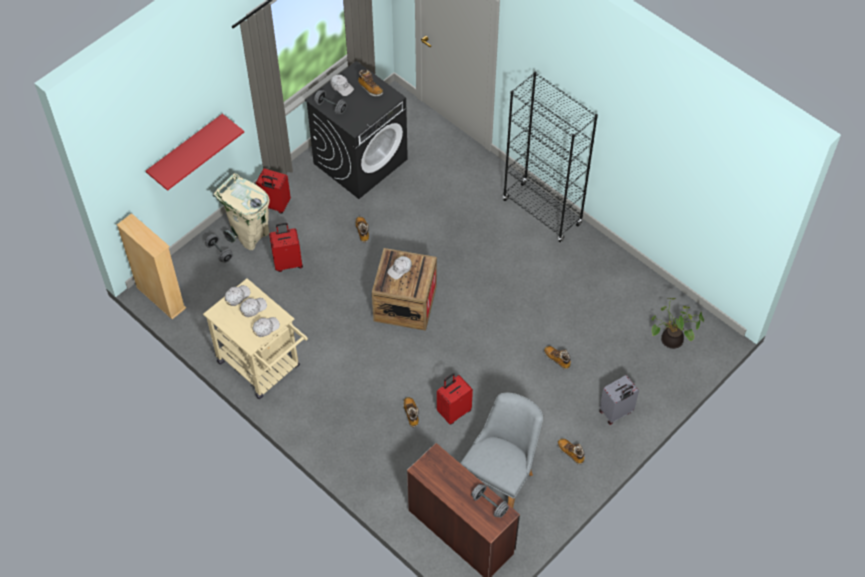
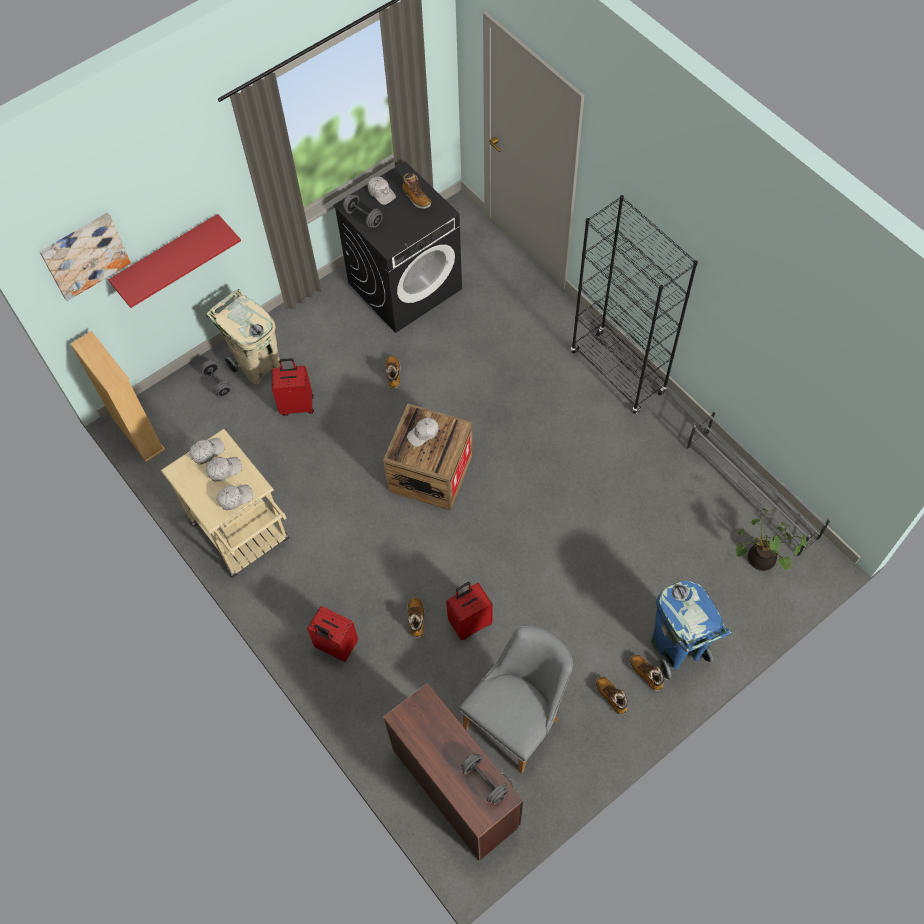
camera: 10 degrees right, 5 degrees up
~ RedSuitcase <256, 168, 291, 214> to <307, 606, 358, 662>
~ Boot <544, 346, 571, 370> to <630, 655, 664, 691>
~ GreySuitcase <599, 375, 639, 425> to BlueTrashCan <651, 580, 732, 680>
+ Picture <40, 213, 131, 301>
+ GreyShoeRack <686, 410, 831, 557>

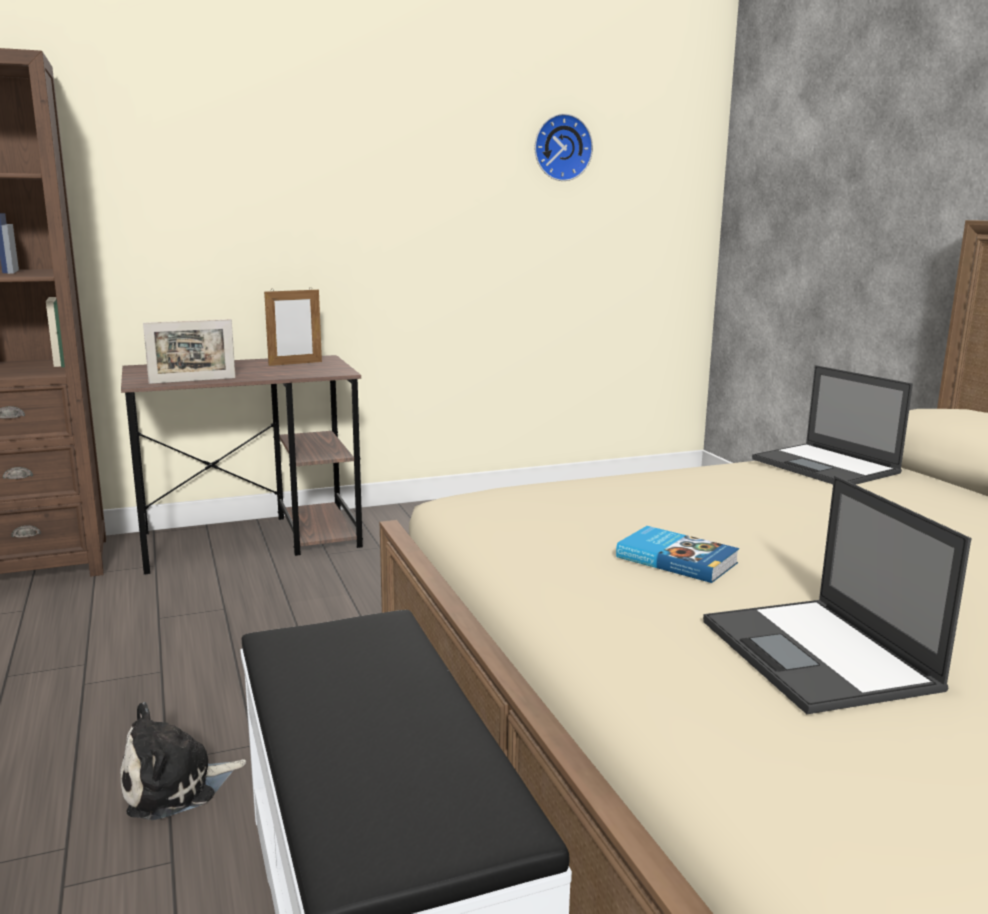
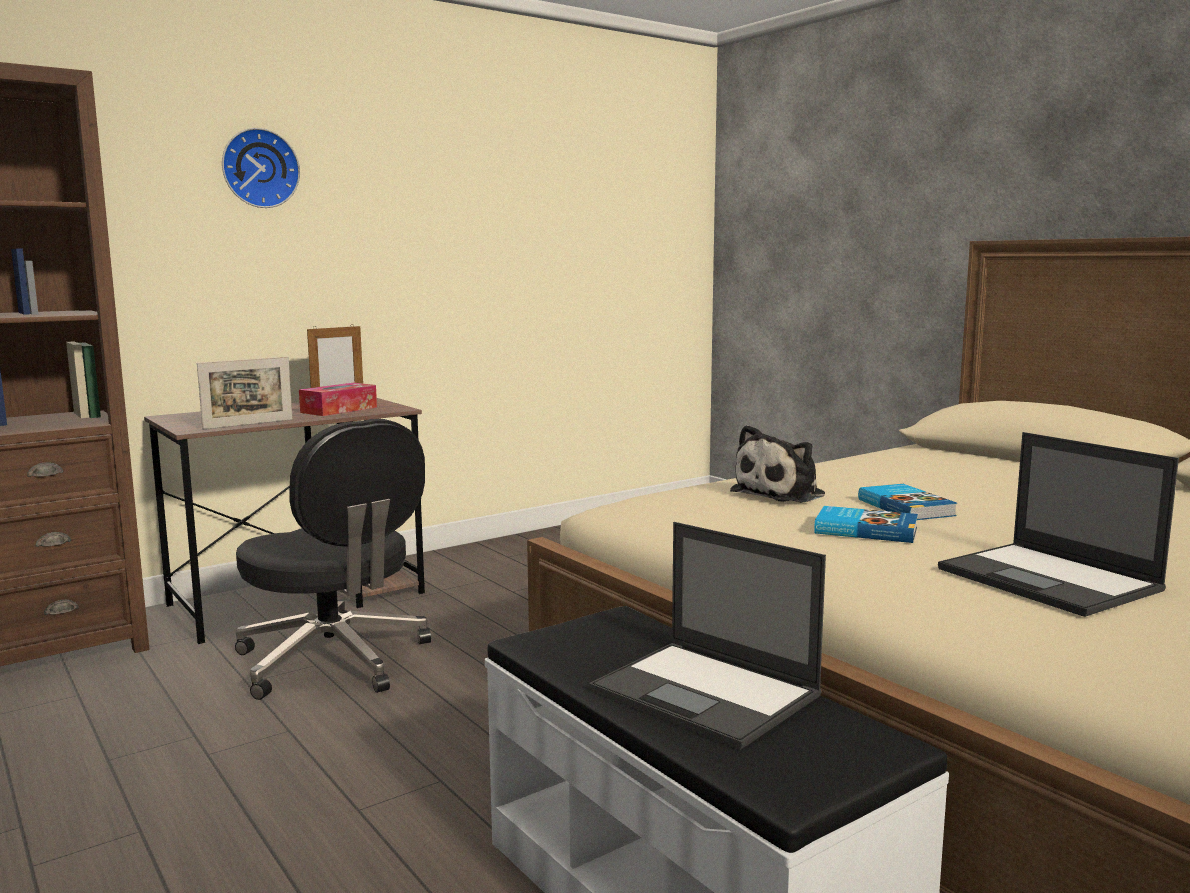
camera: 15 degrees left, 5 degrees down
~ PlushToy <120, 702, 246, 820> to <730, 425, 825, 503>
~ WallClock <535, 113, 593, 181> to <222, 128, 300, 208>
~ Laptop <752, 365, 913, 485> to <589, 522, 826, 750>
+ BlackOfficeChair <235, 419, 431, 700>
+ TissueBox <299, 383, 377, 416>
+ Book <858, 484, 957, 520>

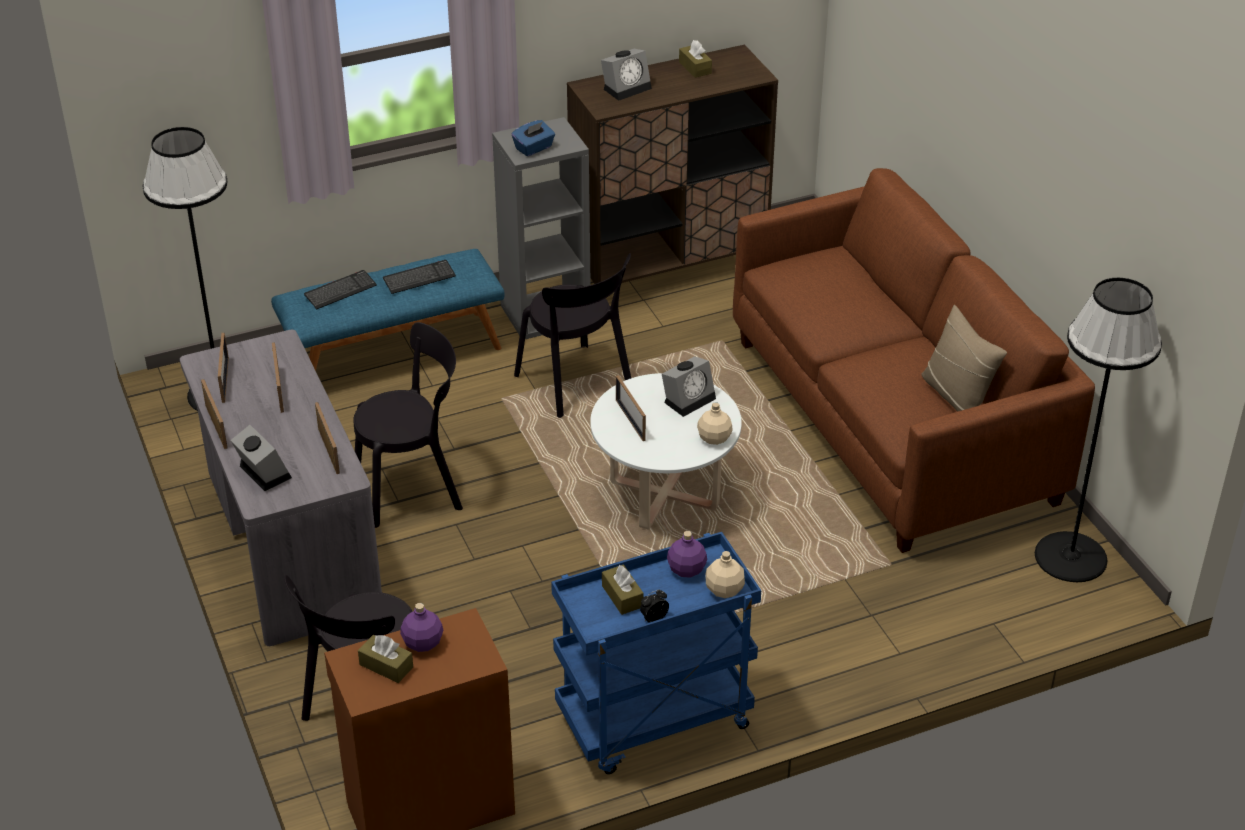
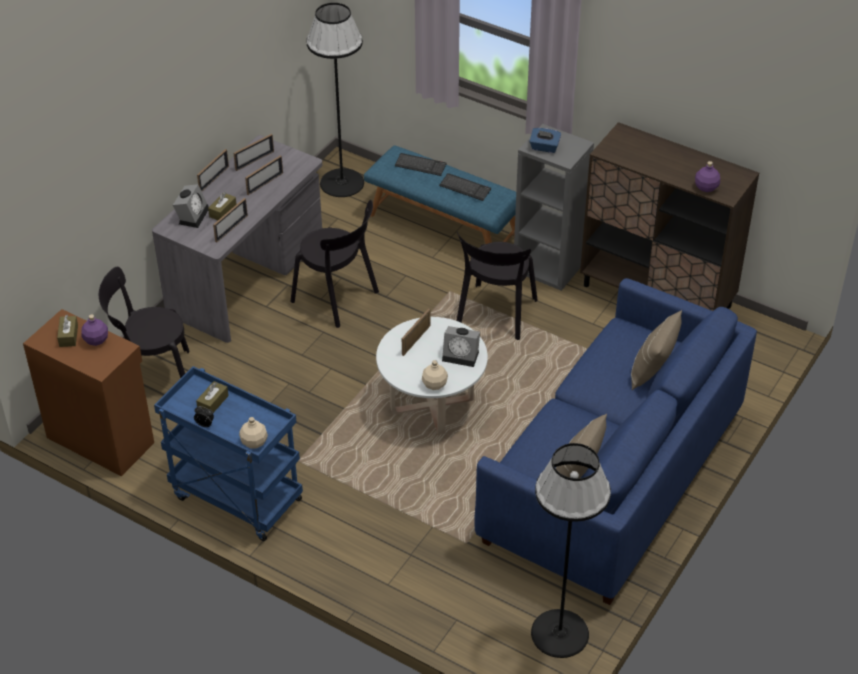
camera: 55 degrees right, 5 degrees up
- AlarmClock <601, 49, 652, 101>
~ PurpleBottle <667, 531, 707, 578> to <695, 161, 720, 192>
~ BrownTissueBox <679, 40, 712, 78> to <208, 192, 237, 220>
~ BrownSofa <733, 168, 1095, 553> to BlueSofa <474, 278, 757, 605>
+ BeigePillow <631, 310, 682, 390>

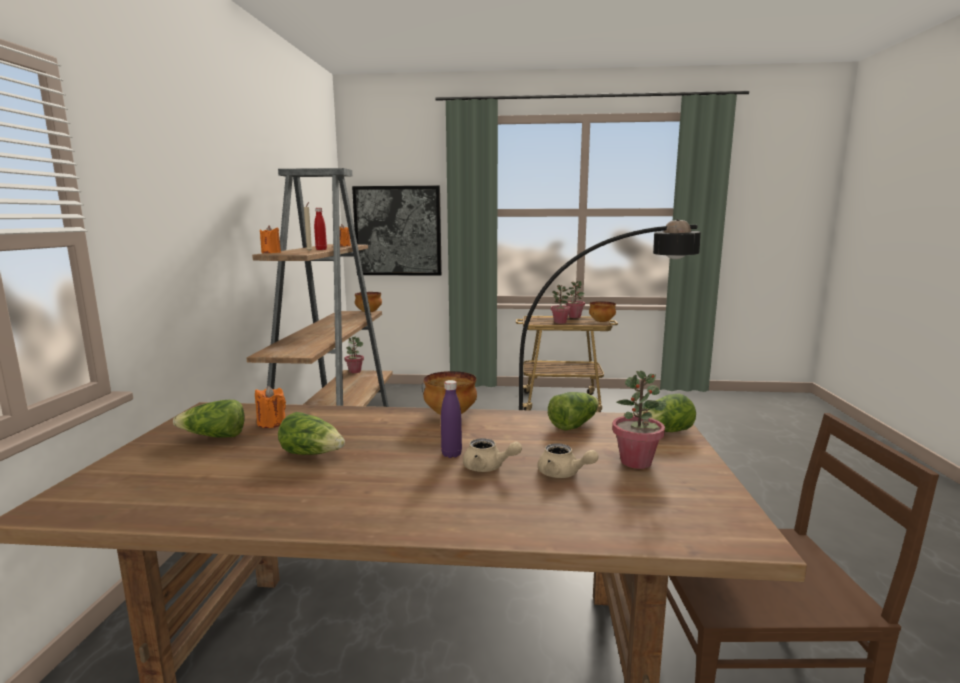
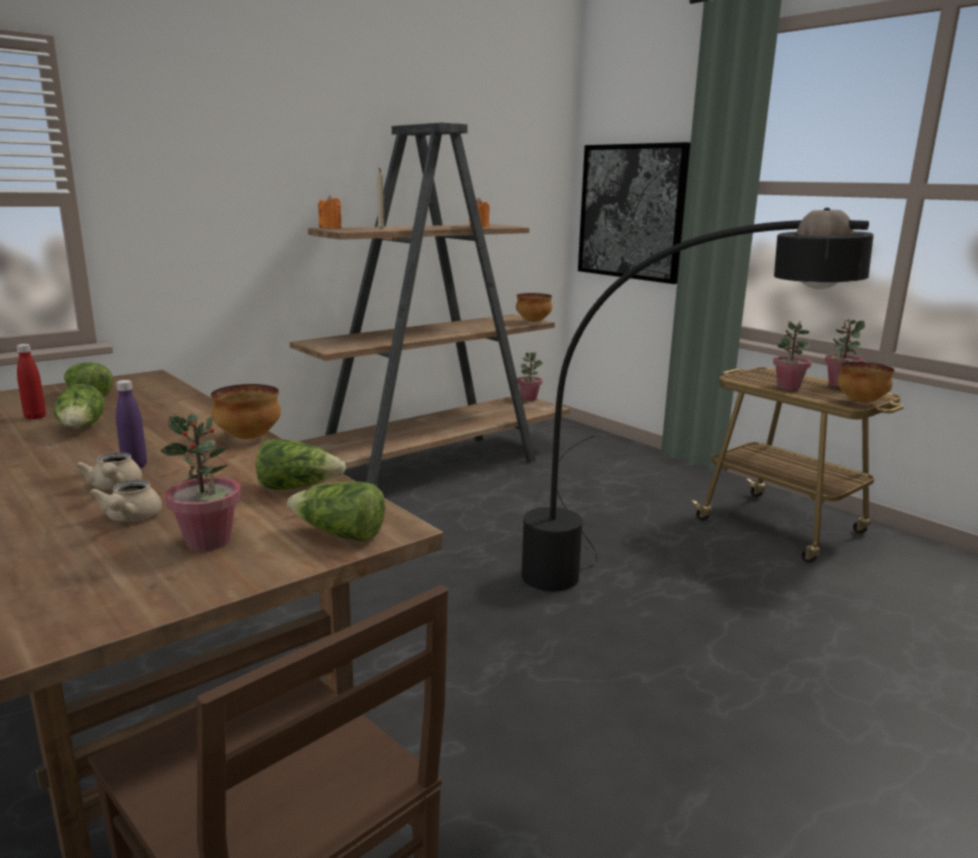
camera: 45 degrees right, 5 degrees up
- OrangeCandle <255, 386, 286, 428>
~ RedBottle <314, 208, 327, 250> to <16, 344, 46, 420>

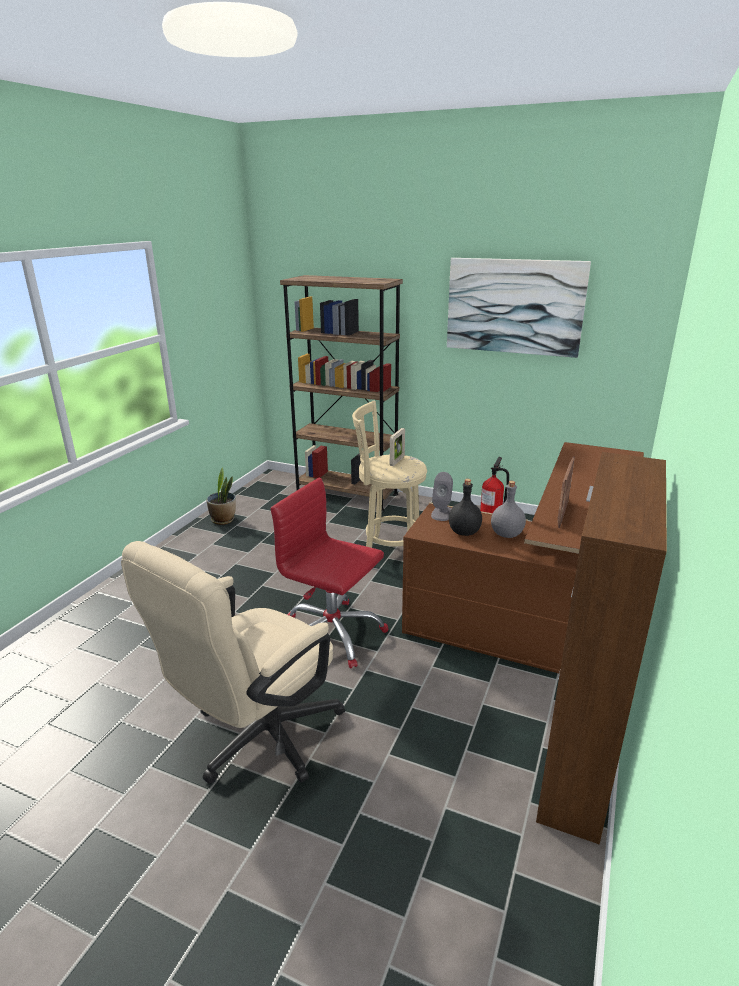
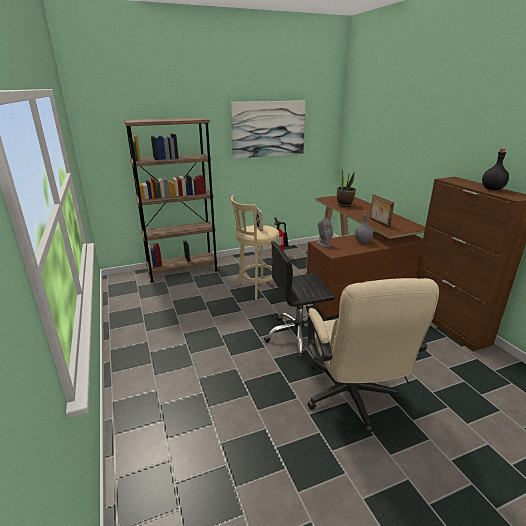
camera: 45 degrees left, 0 degrees up
~ PottedPlant <207, 467, 236, 525> to <337, 170, 356, 207>
~ RedOfficeChair <271, 478, 388, 669> to BlackOfficeChair <264, 241, 335, 359>
~ BlackBottle <449, 479, 482, 536> to <482, 148, 509, 190>

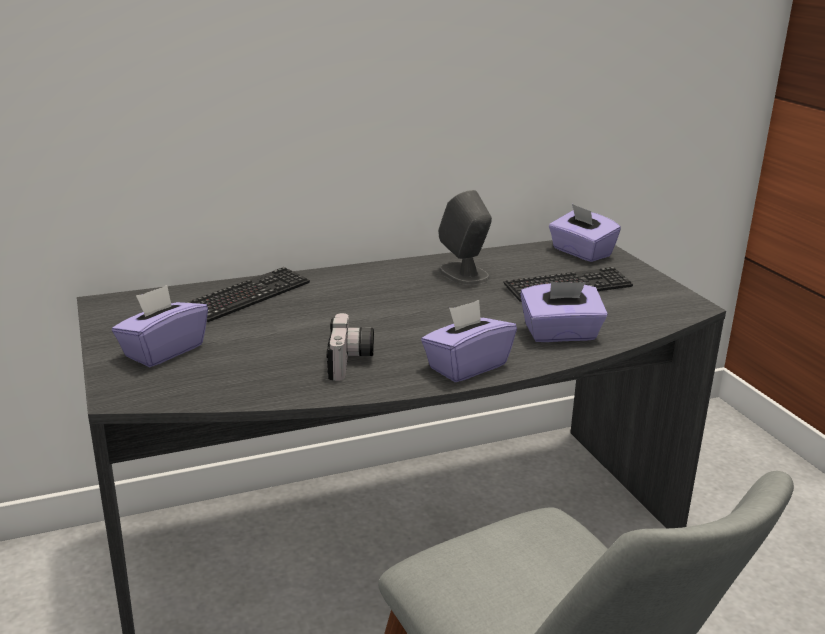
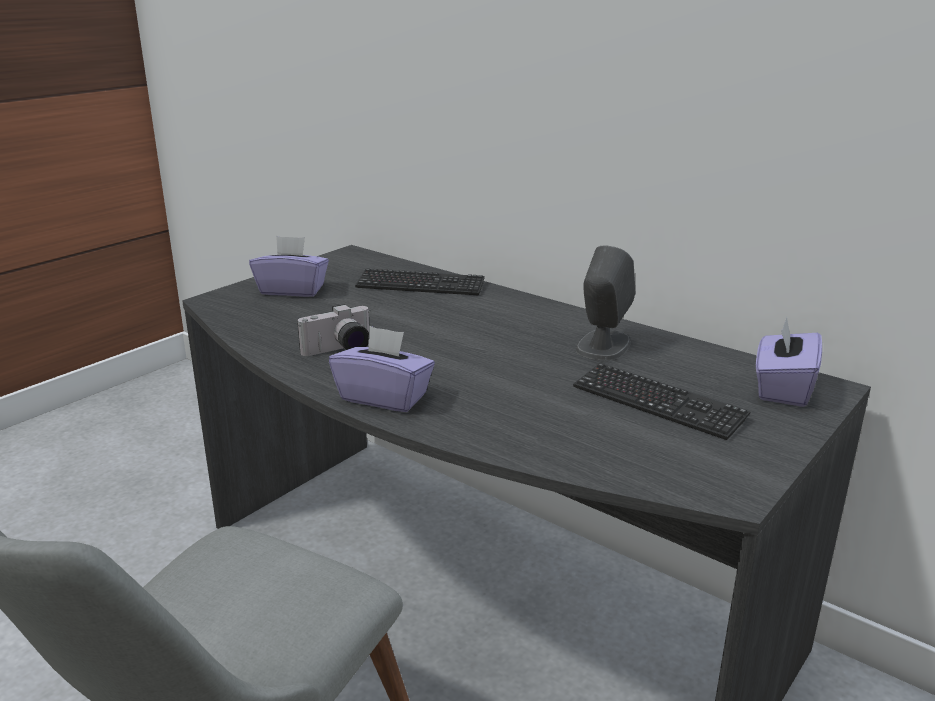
camera: 60 degrees right, 0 degrees up
- PurpleTissueBox <520, 282, 608, 342>

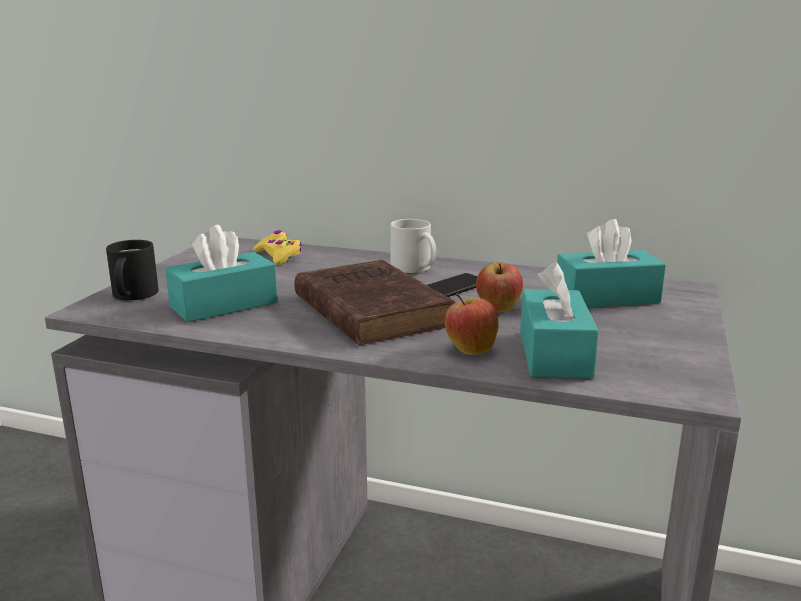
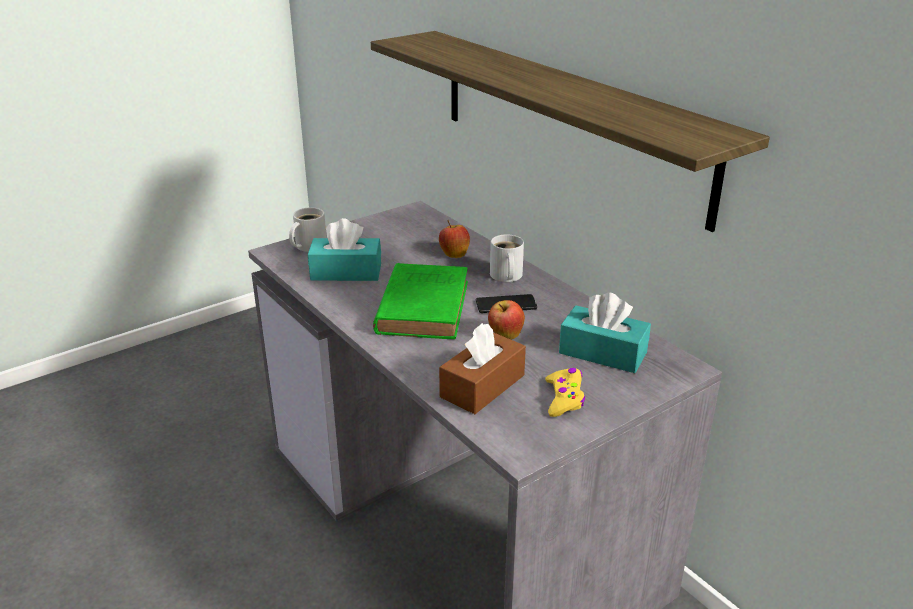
camera: 35 degrees right, 10 degrees up
~ BlackMug <106, 240, 159, 300> to WhiteMug <289, 207, 327, 252>
~ YellowGameController <253, 230, 302, 265> to <545, 368, 585, 417>
~ BrownBook <294, 260, 455, 346> to GreenBook <373, 263, 468, 339>
~ Apple <445, 293, 499, 355> to <439, 220, 470, 258>
~ TurquoiseTissueBox <520, 262, 599, 378> to BrownTissueBox <439, 323, 526, 414>
+ Shelf <371, 31, 770, 232>

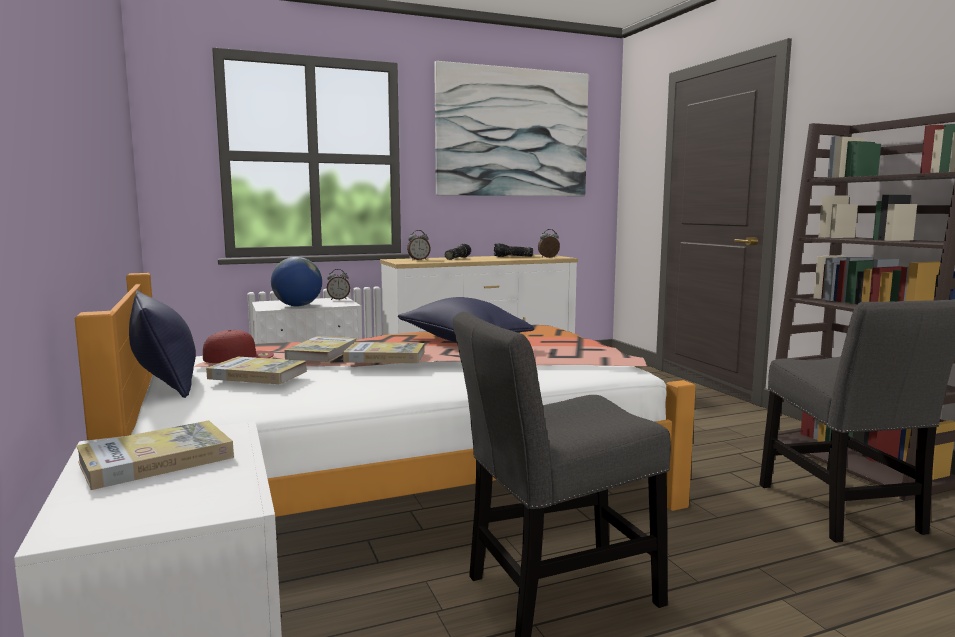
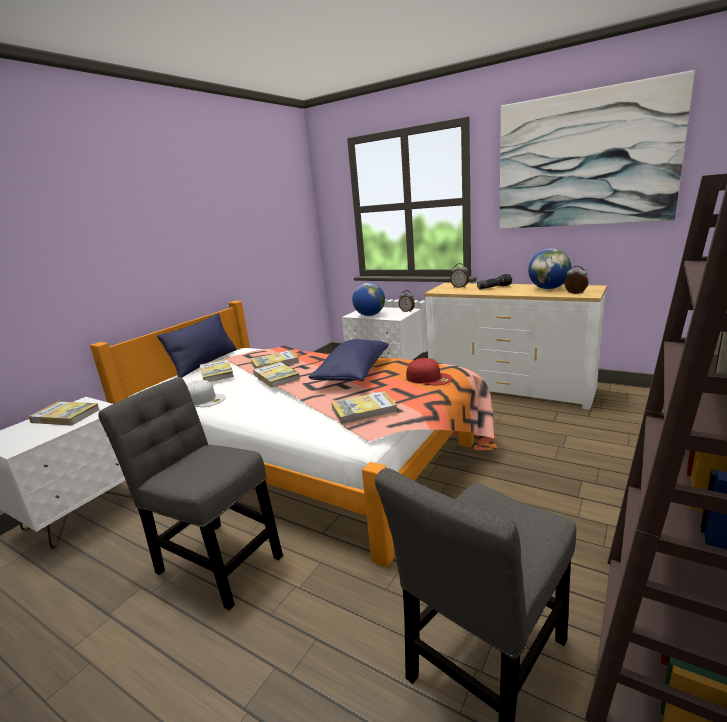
camera: 55 degrees right, 10 degrees up
~ RedCap <203, 330, 274, 363> to <406, 358, 452, 385>
~ Flashlight <494, 243, 533, 257> to Globe <528, 249, 571, 289>
+ WhiteCap <186, 380, 226, 407>
+ Book <331, 391, 397, 425>

